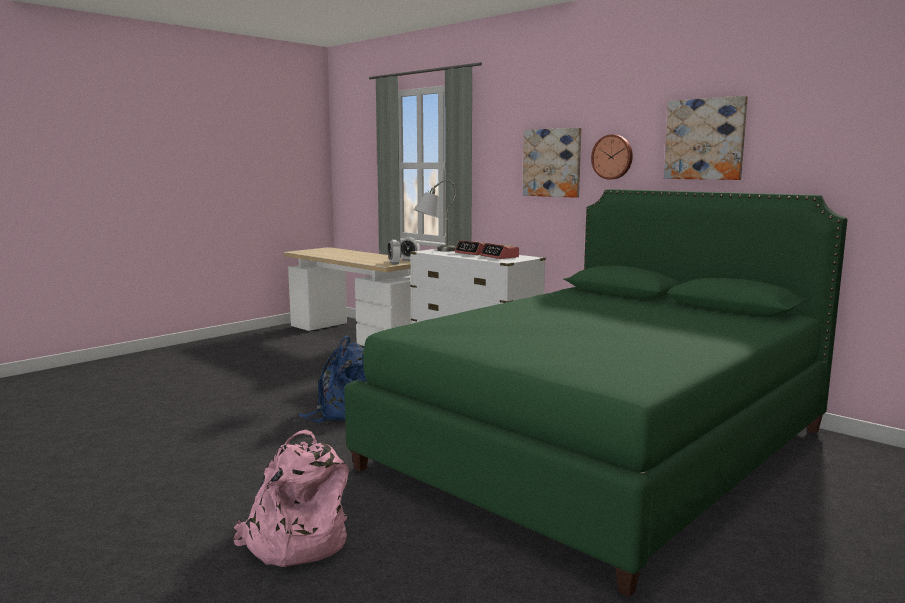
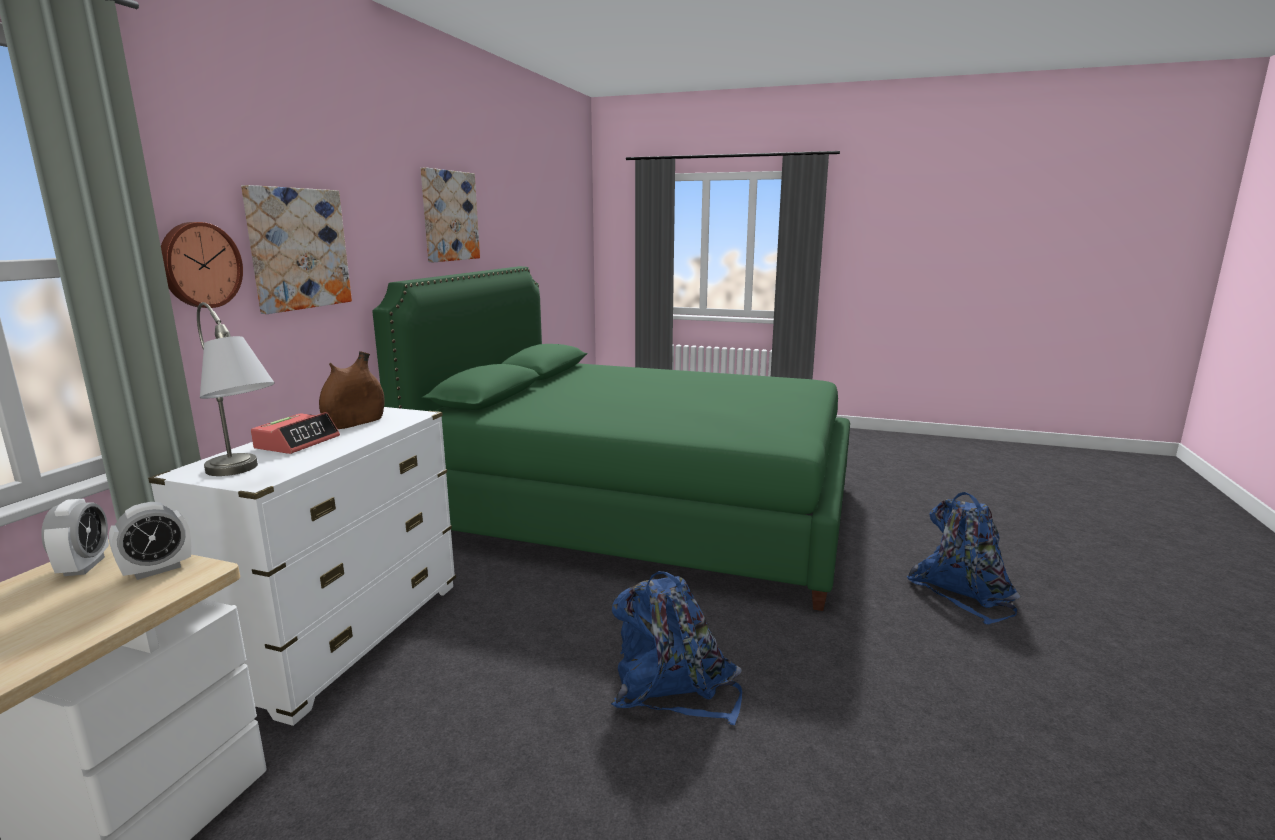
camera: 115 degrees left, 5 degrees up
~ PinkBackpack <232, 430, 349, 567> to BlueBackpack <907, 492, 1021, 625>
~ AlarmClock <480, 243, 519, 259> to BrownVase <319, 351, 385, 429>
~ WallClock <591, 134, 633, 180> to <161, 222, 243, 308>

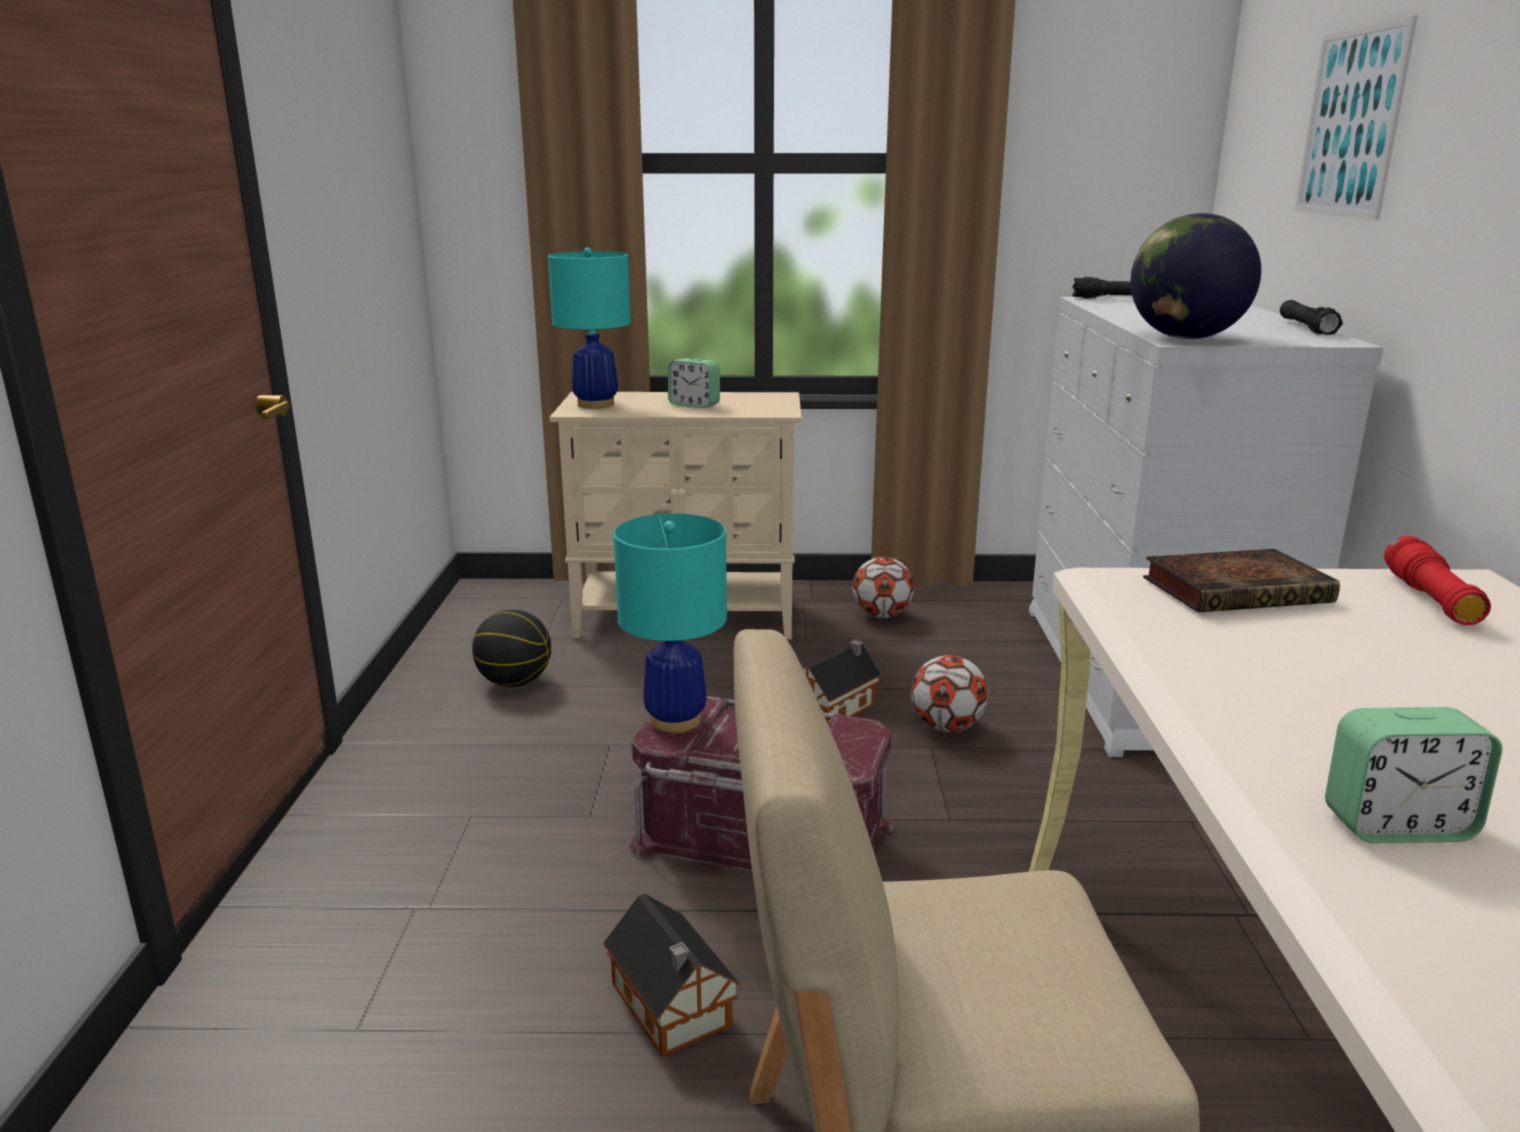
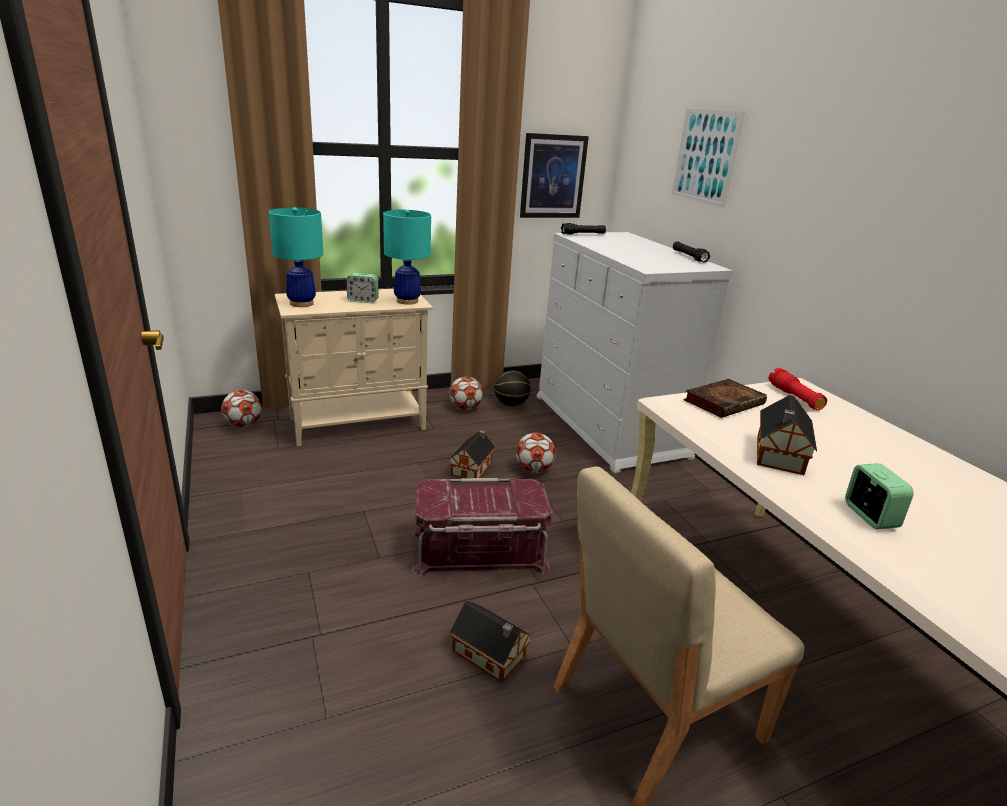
camera: 25 degrees left, 5 degrees up
~ Basketball <472, 610, 551, 687> to <494, 370, 531, 406>
~ TurquoiseTableLamp <614, 513, 727, 733> to <383, 209, 431, 305>
- Globe <1131, 213, 1261, 339>
~ AlarmClock <1325, 707, 1503, 843> = <845, 463, 913, 529> 75 degrees counterclockwise
+ Football <221, 390, 262, 428>
+ Picture <520, 133, 589, 218>
+ ToyHouse <757, 395, 817, 475>

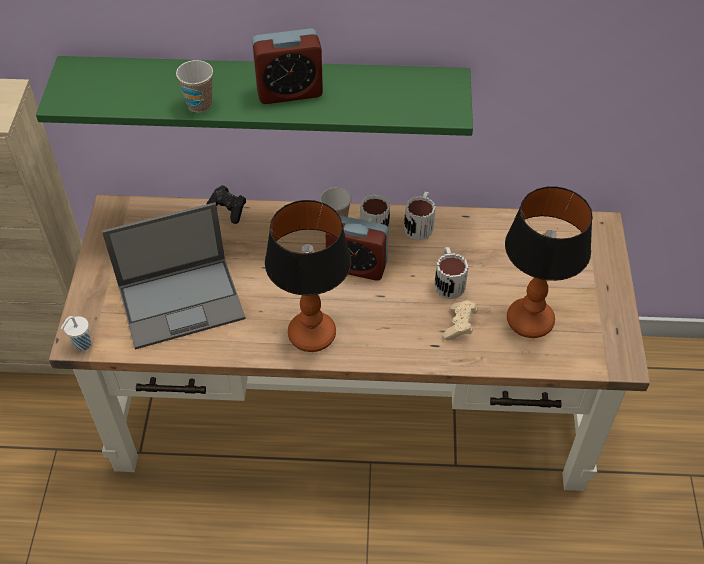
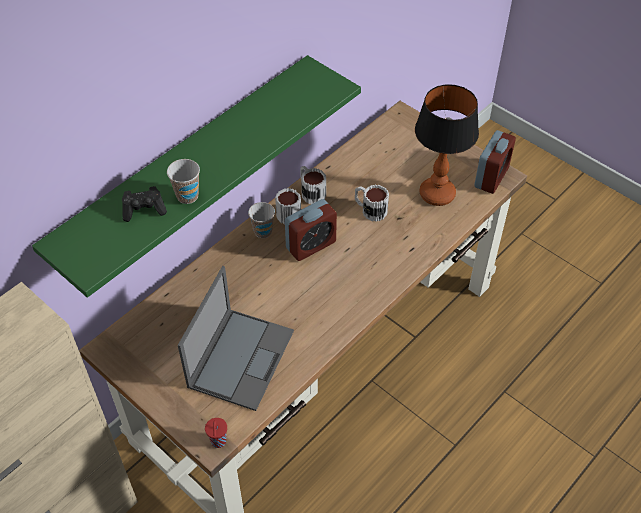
camera: 50 degrees left, 0 degrees up
~ WhiteCup <61, 316, 91, 351> to RedCup <205, 418, 227, 448>
~ BlackGameController <206, 185, 246, 224> to <122, 186, 167, 222>
~ AlarmClock <252, 28, 323, 104> to <474, 130, 516, 194>
- TableLamp <265, 200, 351, 352>
- BeigeGameController <443, 301, 478, 340>

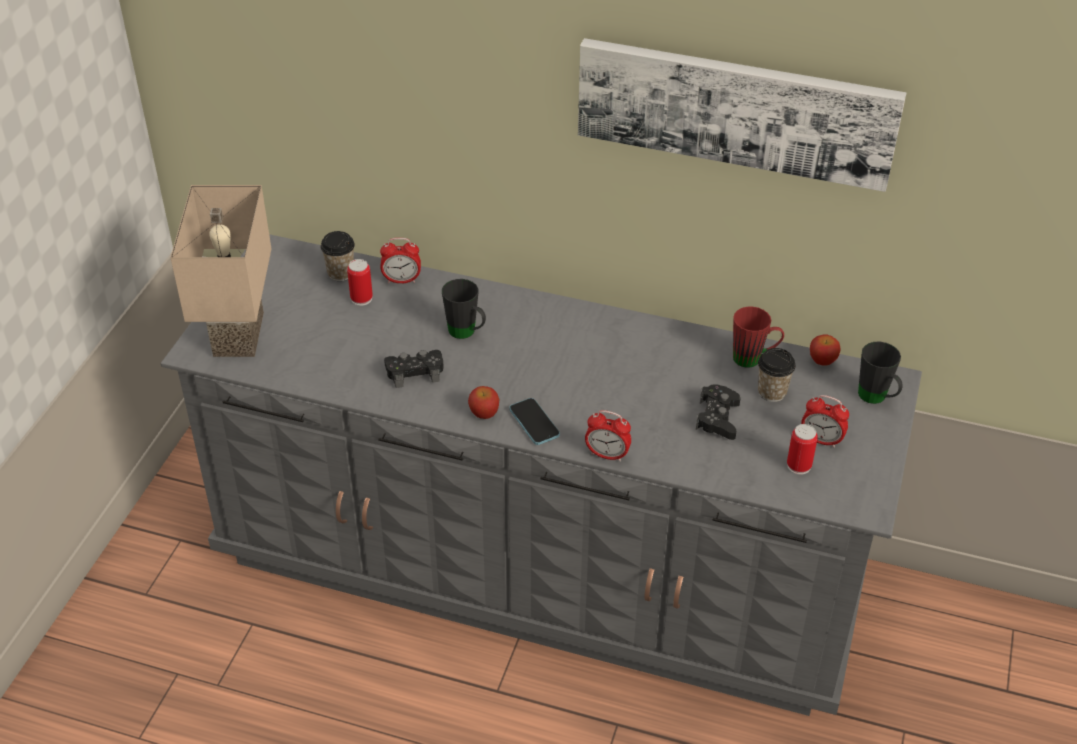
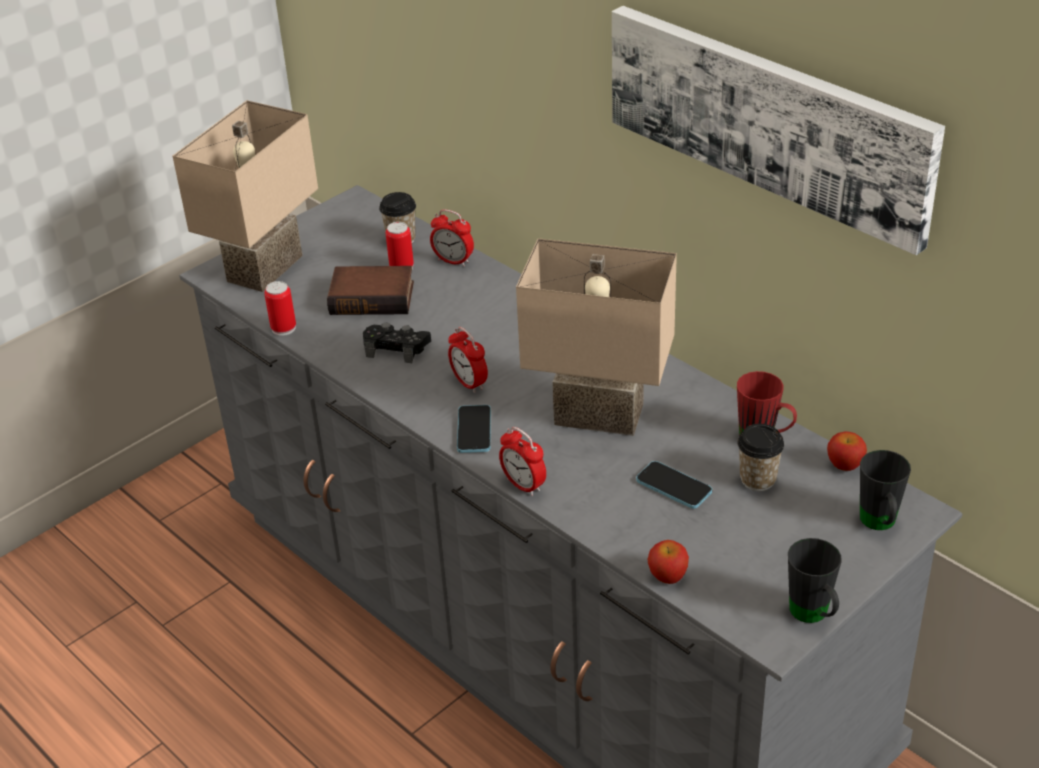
camera: 30 degrees right, 5 degrees down
~ BlackMug <442, 279, 486, 339> to <788, 538, 842, 623>
~ Apple <468, 386, 499, 419> to <648, 540, 689, 584>
~ BlackGameController <696, 384, 741, 440> to Phone <636, 461, 712, 509>
~ Can <787, 424, 818, 475> to <264, 281, 296, 336>
~ AlarmClock <801, 395, 849, 448> to <448, 327, 488, 393>
+ Book <327, 266, 414, 315>
+ BeigeTableLamp <516, 238, 677, 436>

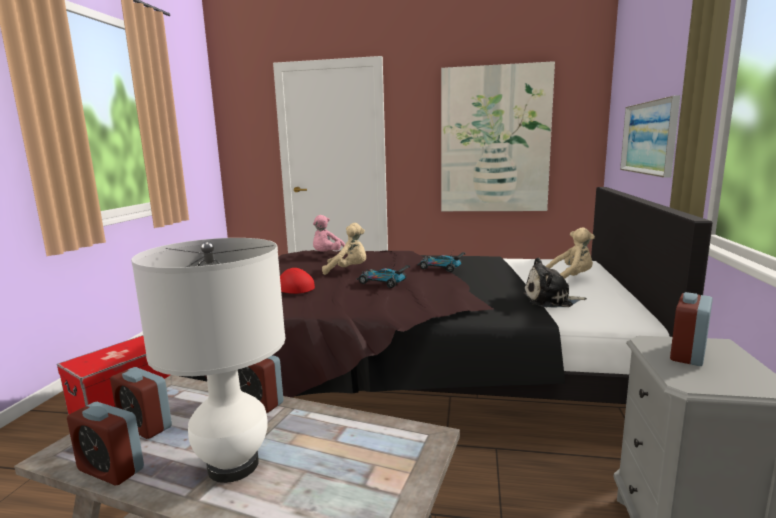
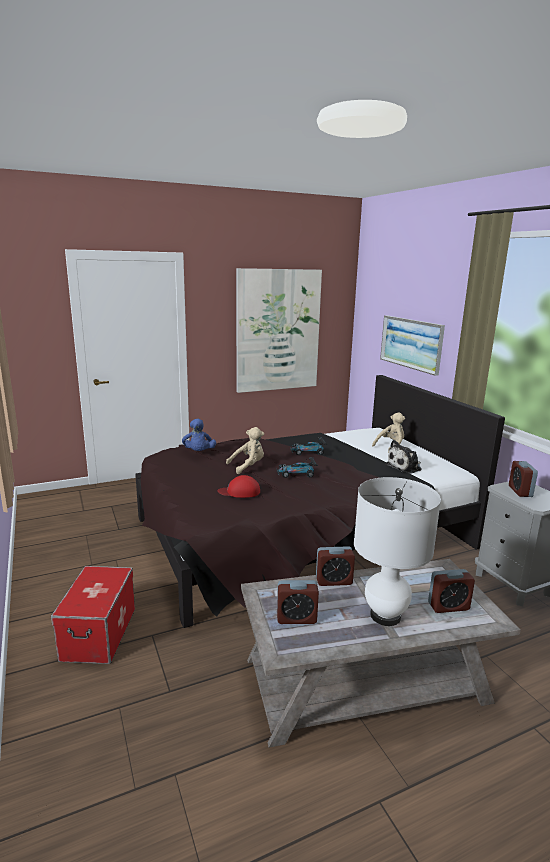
camera: 35 degrees left, 5 degrees up
~ AlarmClock <67, 402, 144, 486> to <428, 569, 475, 613>
~ PinkPlushToy <313, 215, 346, 252> to BluePlushToy <182, 419, 216, 451>

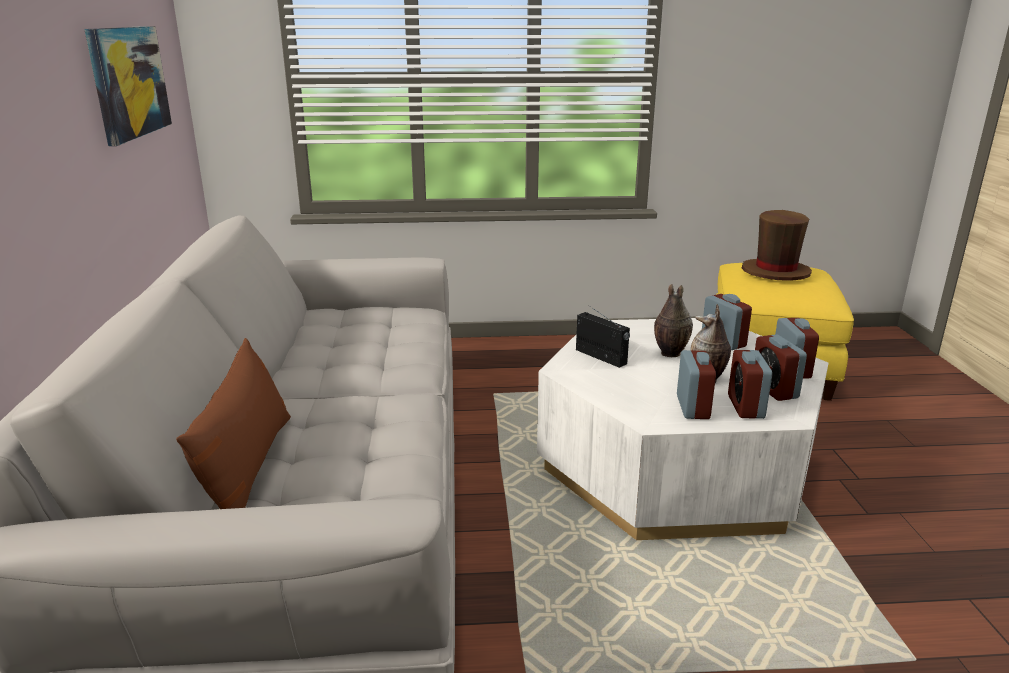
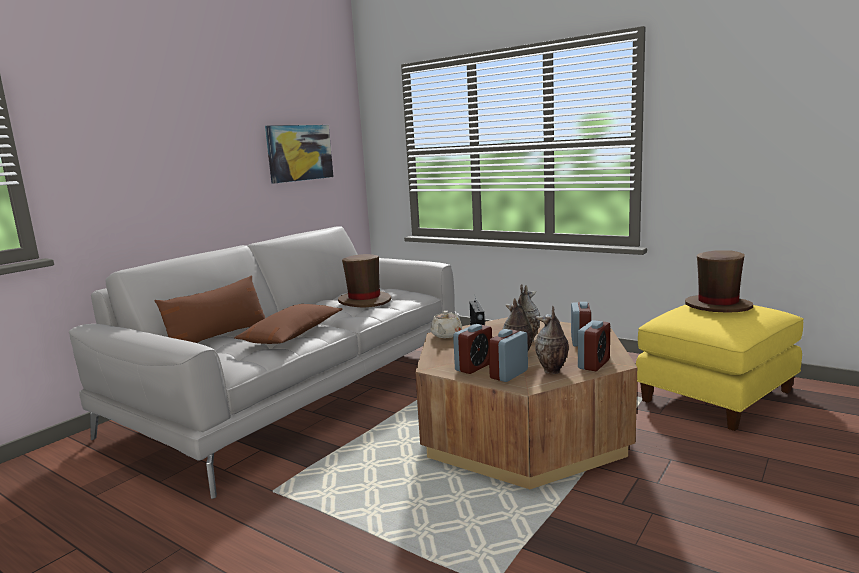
camera: 40 degrees right, 10 degrees down
~ WhiteCoffeeTable <537, 318, 829, 540> to BrownCoffeeTable <415, 317, 637, 489>
~ AlarmClock <755, 334, 807, 401> to Vase <535, 306, 569, 374>
+ BrownPillow <234, 304, 342, 344>
+ BrownHat <338, 254, 391, 308>
+ BeigeTeapot <430, 311, 462, 338>

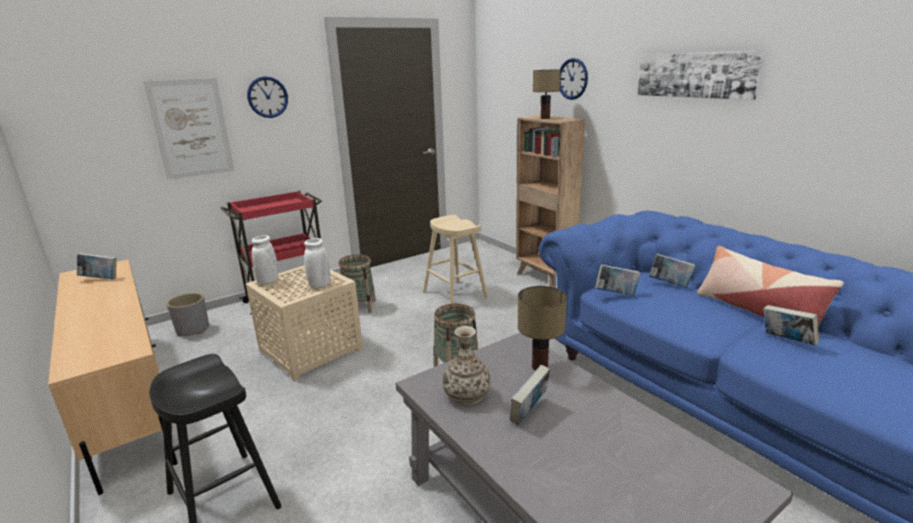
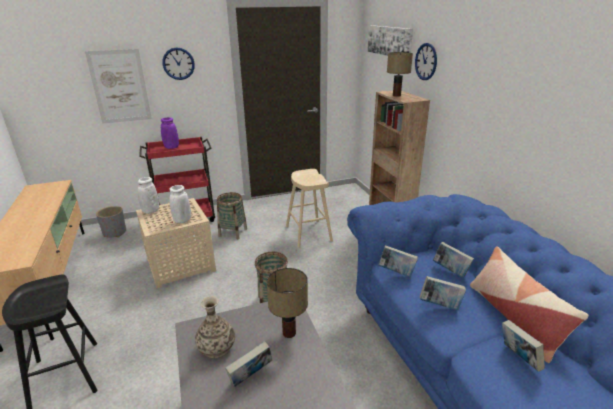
camera: 15 degrees right, 5 degrees up
~ Book <77, 253, 117, 279> to <420, 276, 466, 310>
~ Picture <637, 50, 764, 100> to <368, 25, 413, 56>
+ PurpleVase <161, 118, 179, 149>

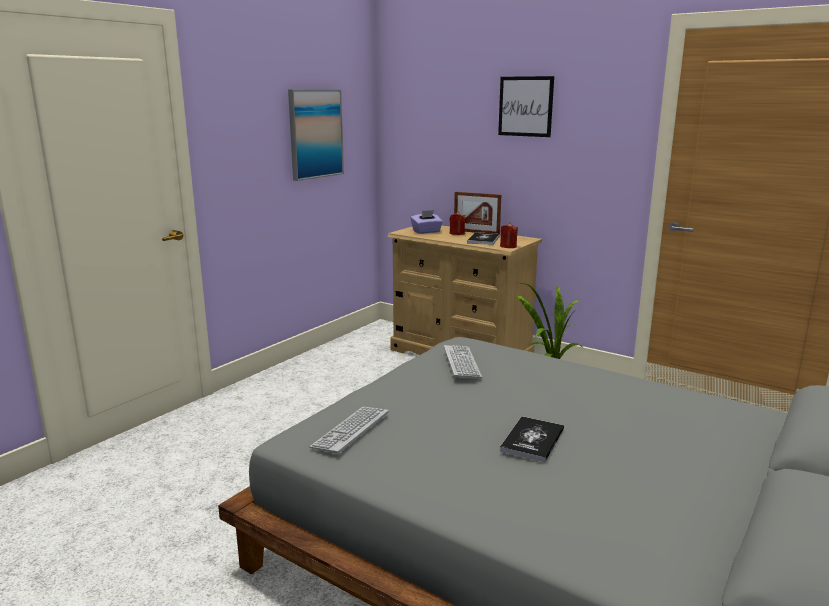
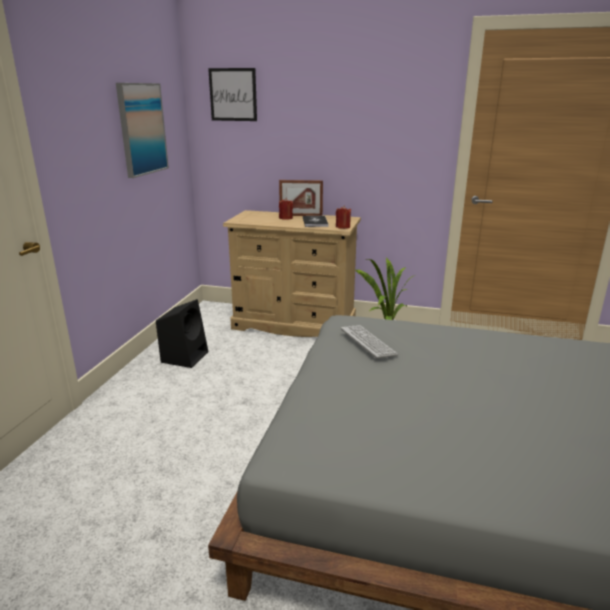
camera: 20 degrees left, 5 degrees up
- Keyboard <309, 406, 389, 454>
- PurpleTissueBox <411, 210, 443, 234>
~ Picture <498, 76, 554, 137> to <208, 68, 257, 121>
- Book <500, 416, 564, 462>
+ BlackSpeaker <156, 299, 208, 368>

